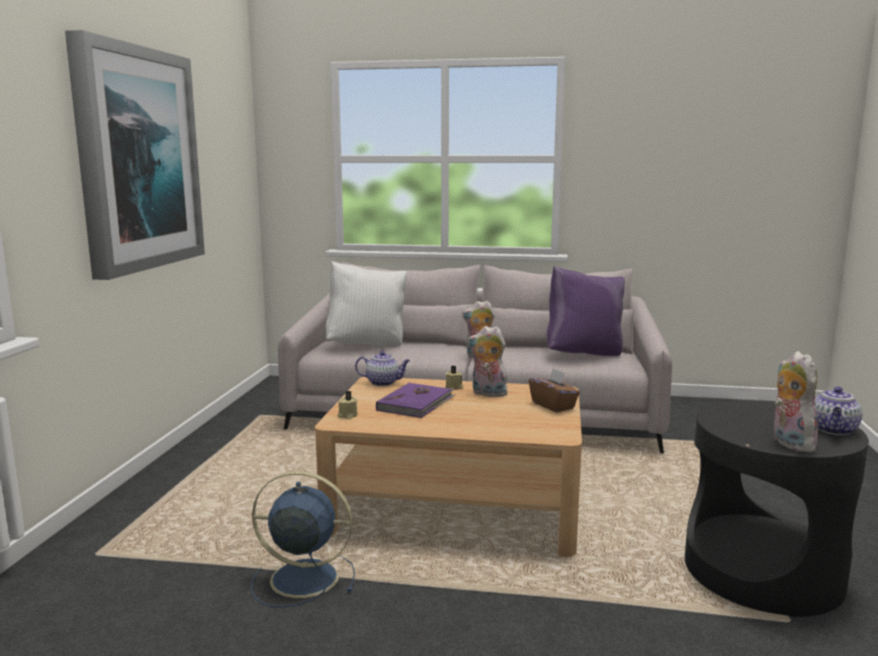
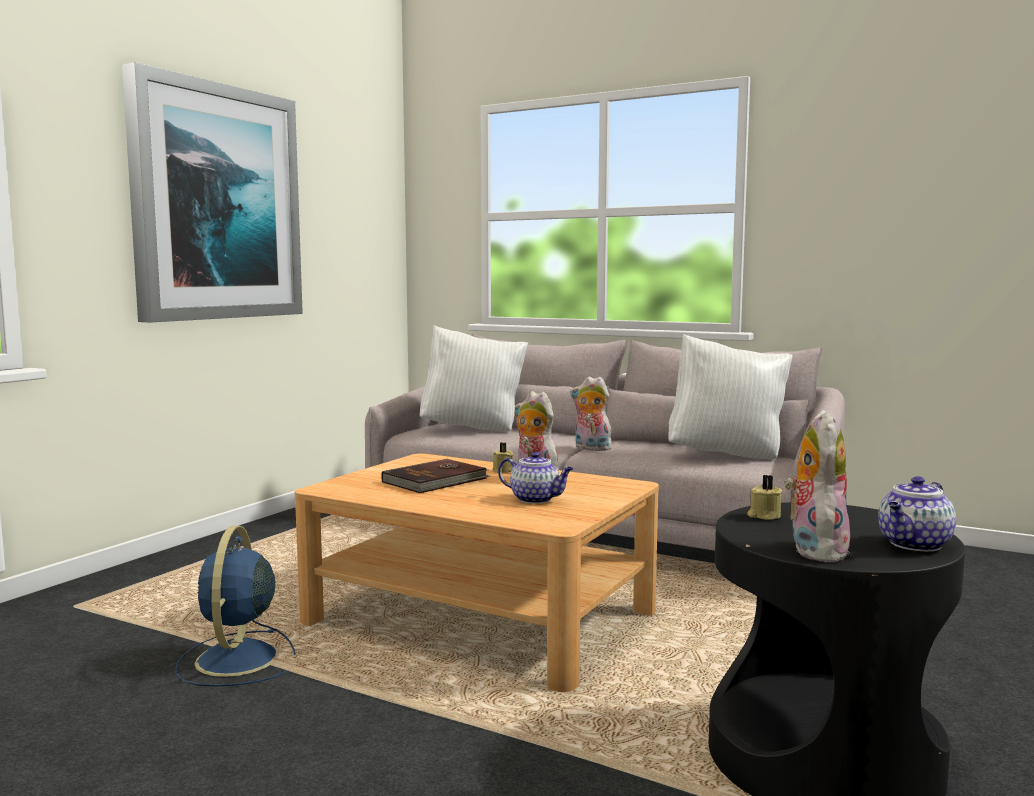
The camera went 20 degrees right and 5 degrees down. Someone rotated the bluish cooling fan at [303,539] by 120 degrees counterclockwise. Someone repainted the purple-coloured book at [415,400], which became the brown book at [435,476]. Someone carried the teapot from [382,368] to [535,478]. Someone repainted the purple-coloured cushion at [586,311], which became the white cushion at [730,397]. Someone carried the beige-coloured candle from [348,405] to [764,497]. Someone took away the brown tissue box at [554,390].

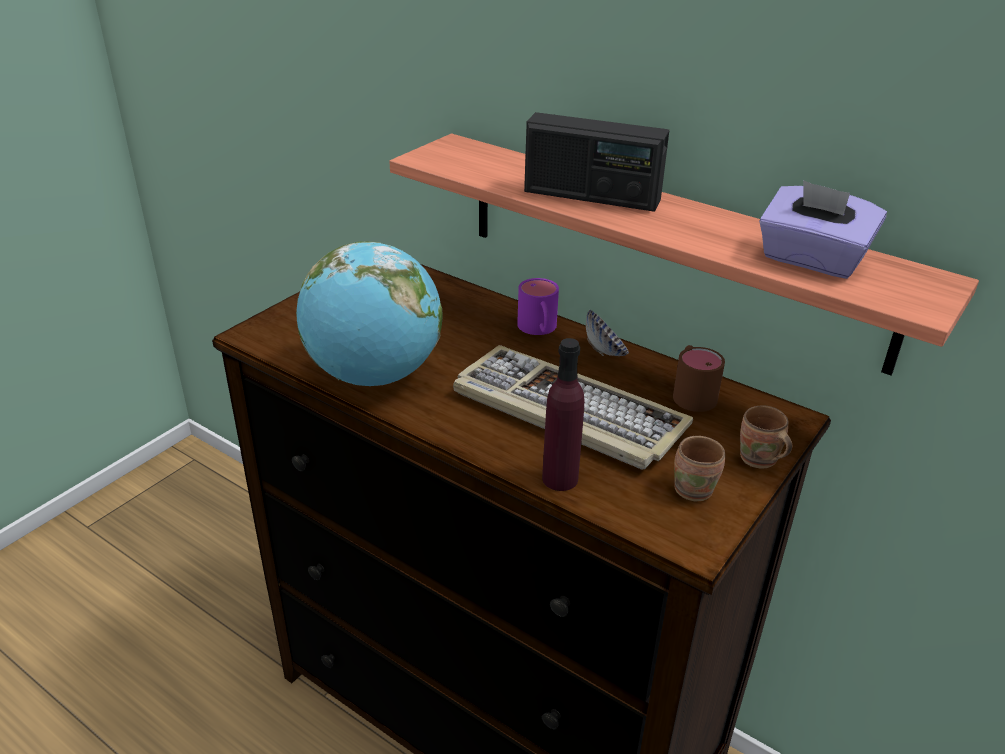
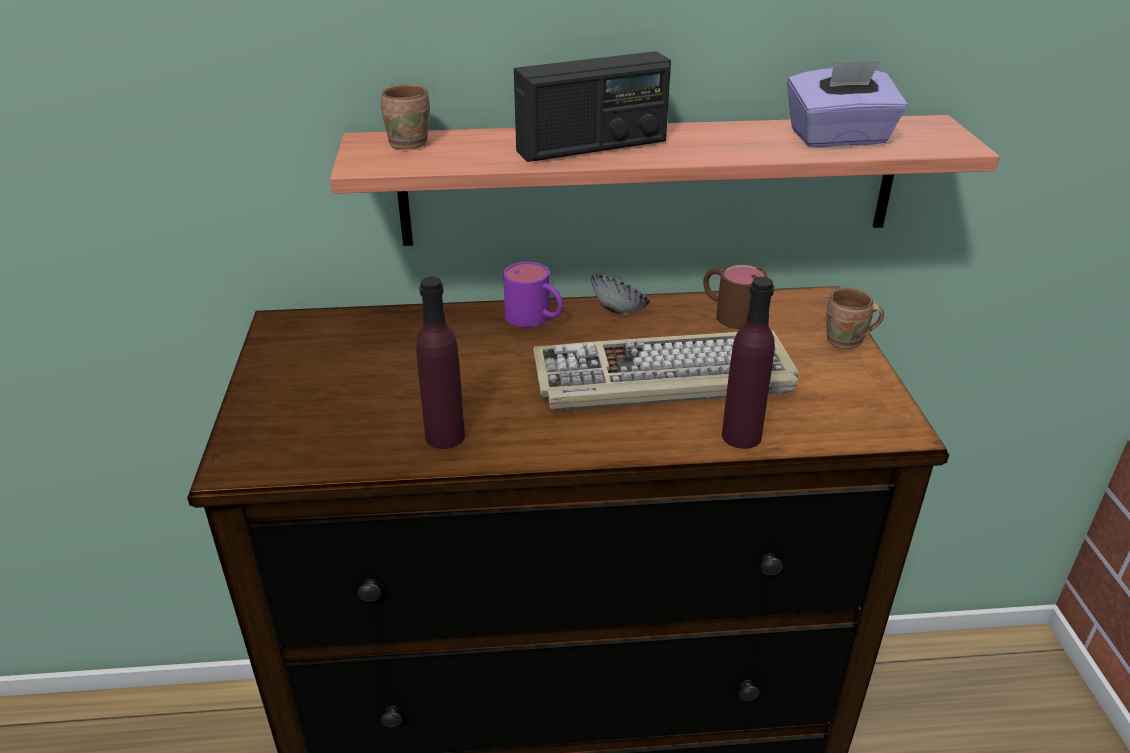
The camera went 40 degrees left and 0 degrees up. Someone carried the brown coffee mug from [699,468] to [405,116]. Someone swapped the desk globe at [369,313] for the purple-coloured bottle at [440,363].

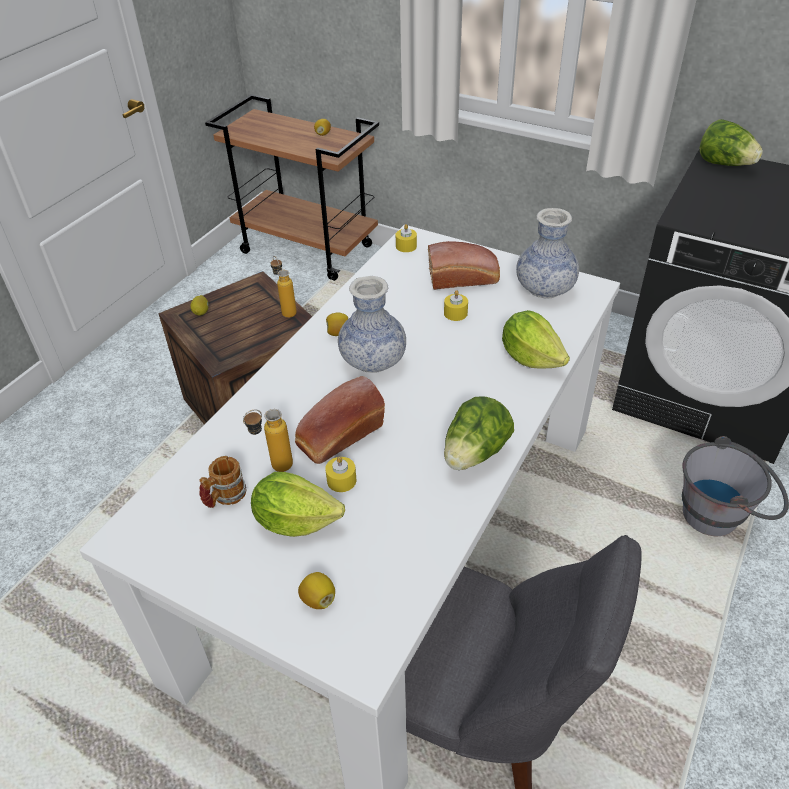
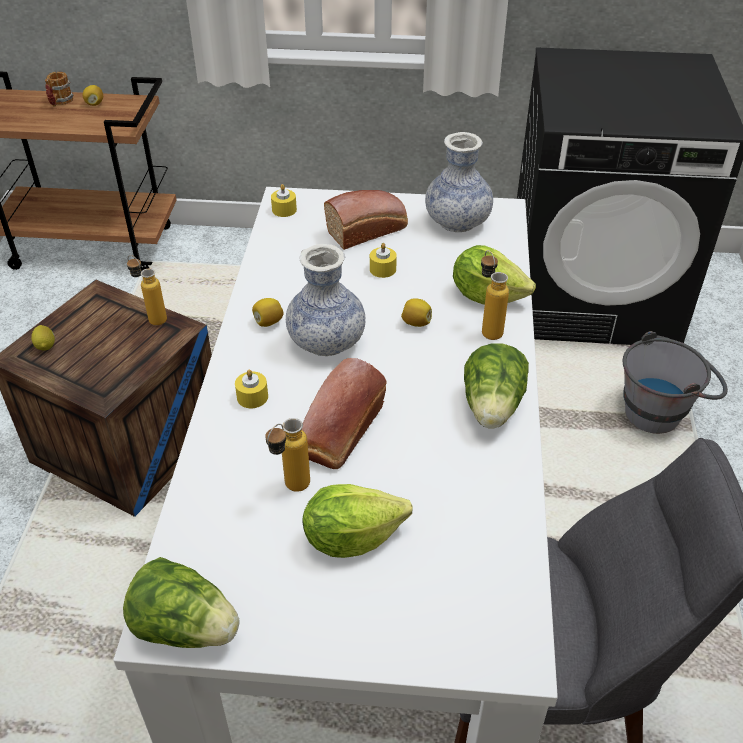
The camera went 25 degrees left and 0 degrees up. Someone carried the coffee mug from [222,482] to [59,89]. Someone carried the lettuce from [731,142] to [181,602]. Someone carried the yellow candle from [340,474] to [251,388]. Someone carried the whole lemon from [316,590] to [416,312]. Someone put down the bottle at [495,295].

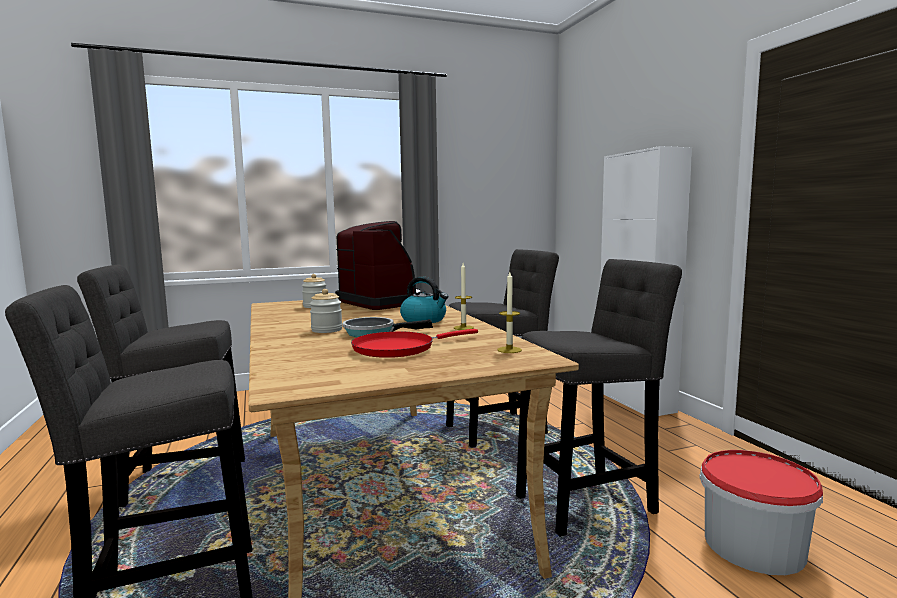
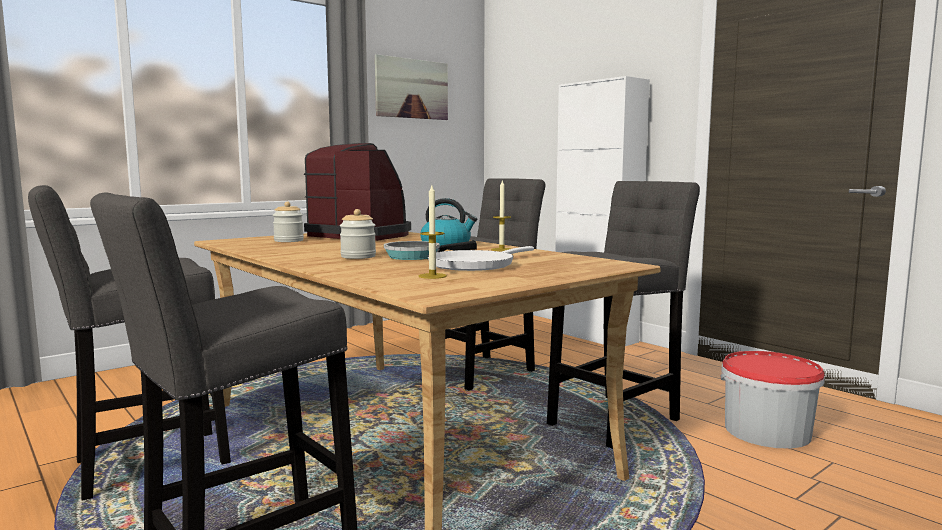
The camera went 20 degrees left and 0 degrees up. Someone put up the wall art at [411,87]. Someone carried the candle from [509,312] to [433,232]. Someone repainted the red frying pan at [414,343], which became the white frying pan at [481,258].

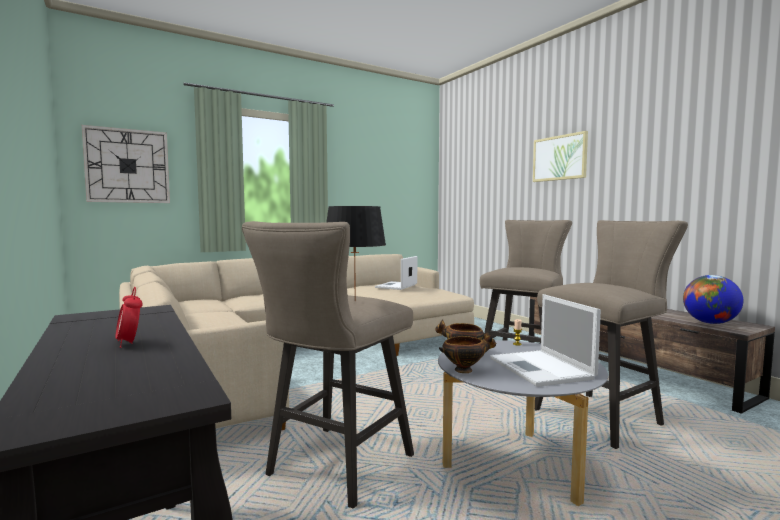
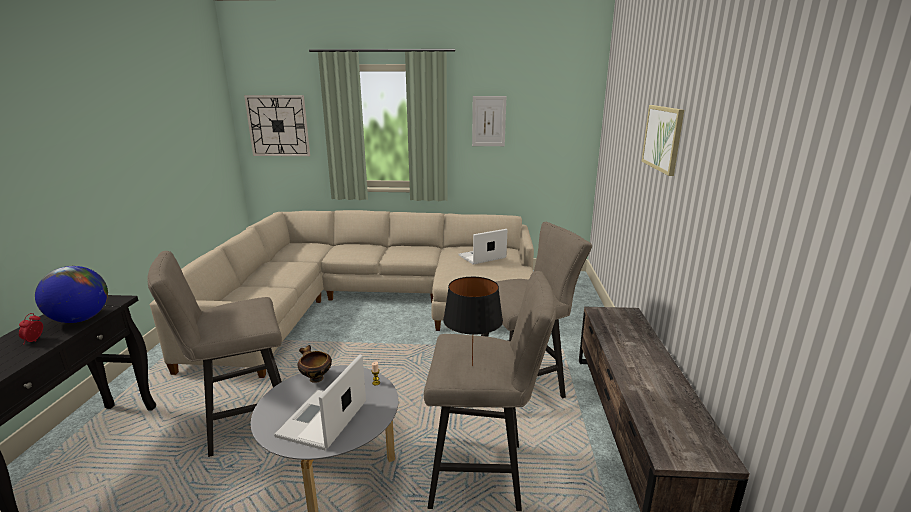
The camera went 35 degrees right and 15 degrees up. Someone carried the desk globe from [713,299] to [71,294]. Someone carried the blackish table lamp from [356,253] to [473,321]. Someone put up the wall art at [489,121]. Someone took away the bowl at [467,352].

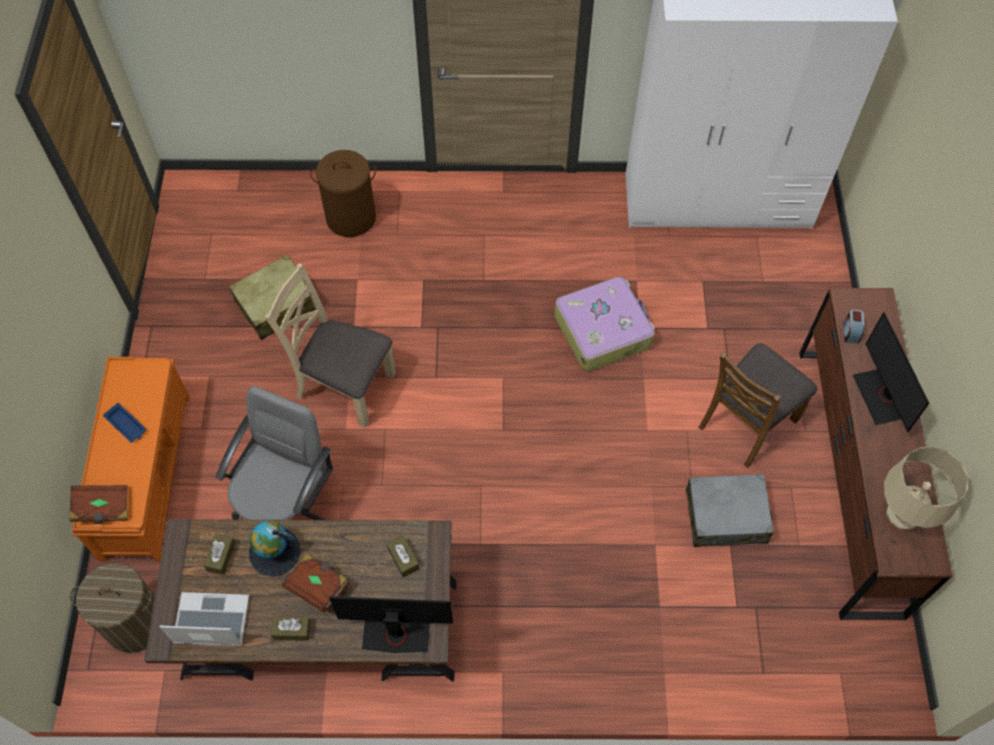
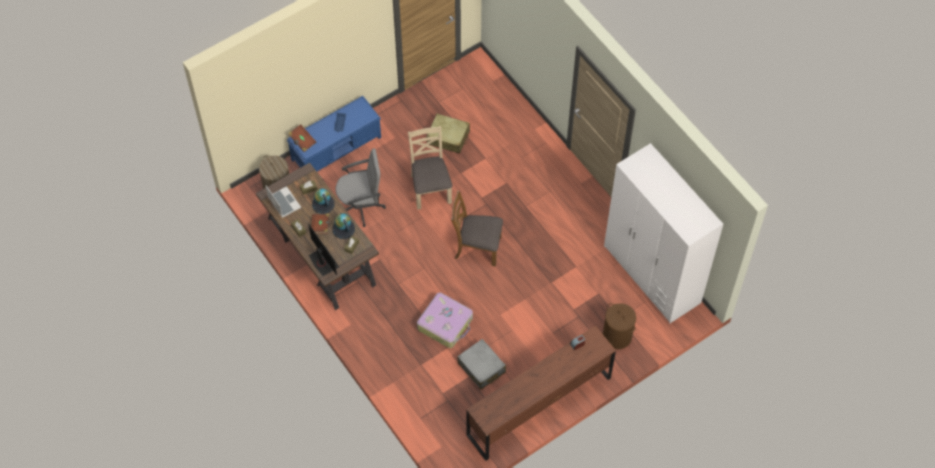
The camera went 55 degrees right and 0 degrees up. Someone repainted the orange indoor bench at [131,459], which became the bluish indoor bench at [334,133]. Someone put down the desk globe at [343,226]. Someone carried the travel case from [605,324] to [445,320]. Someone carried the brown chair from [757,405] to [477,228]. Someone carried the brown laundry basket from [343,193] to [619,326]. Someone took away the computer display at [891,372]. Someone took away the beige-coloured table lamp at [926,488].

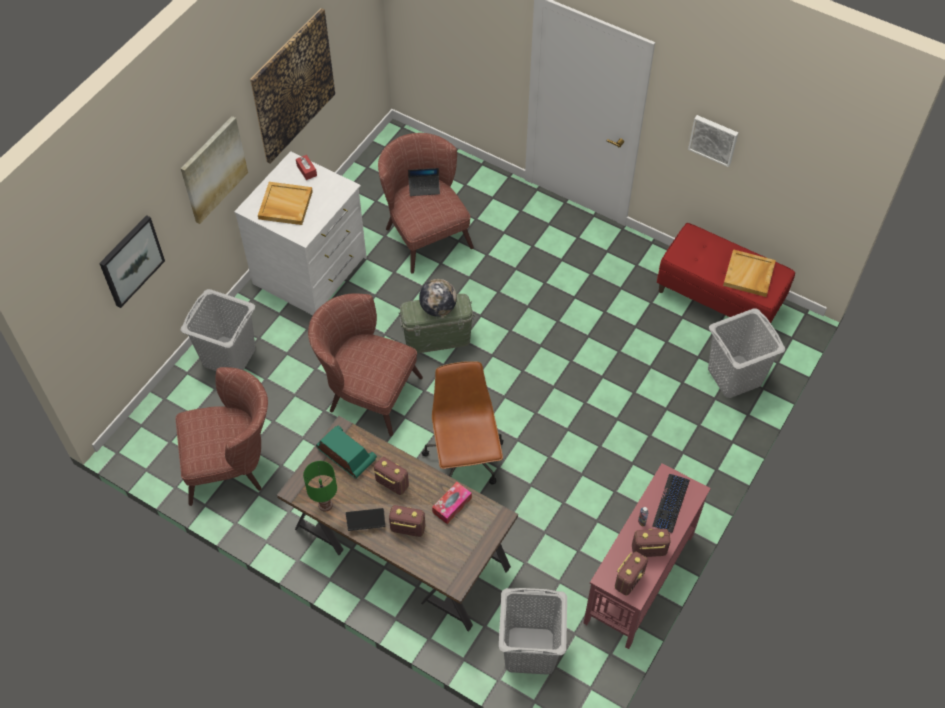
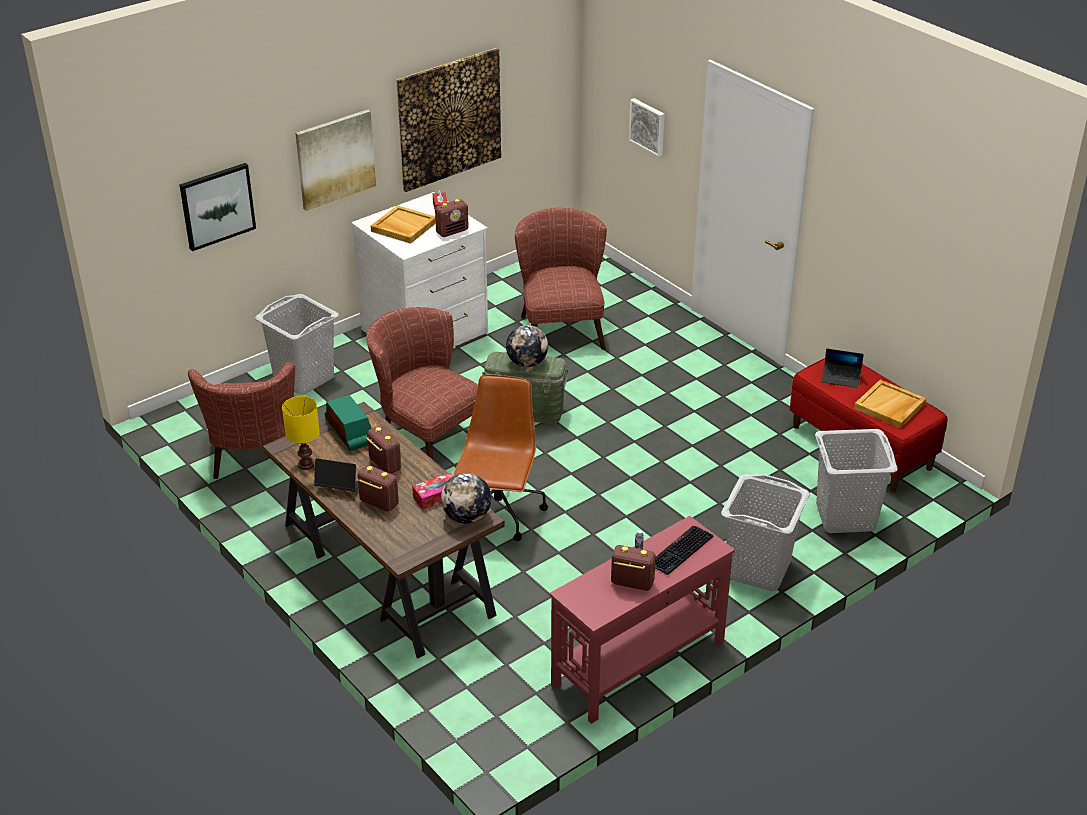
The camera went 20 degrees right and 20 degrees down. Someone rotated the brown armchair at [222,436] by 75 degrees clockwise. Someone repainted the greenish table lamp at [320,486], which became the yellow table lamp at [301,433]. Someone carried the radio set from [631,573] to [452,218]. Someone put down the desk globe at [466,498]. Someone carried the wall art from [713,141] to [647,127]. Someone carried the greyish laundry basket from [533,631] to [765,532]. Someone carried the laptop from [424,182] to [842,368].

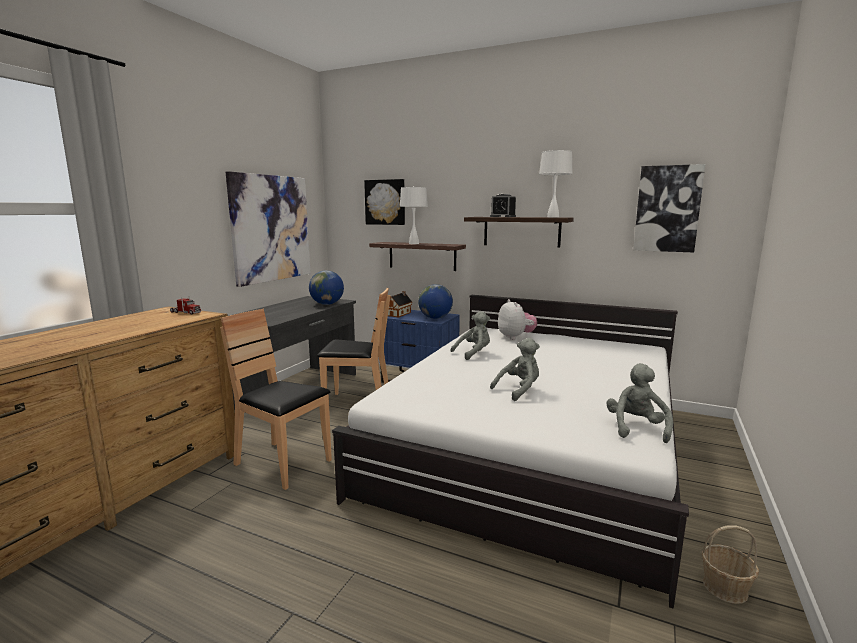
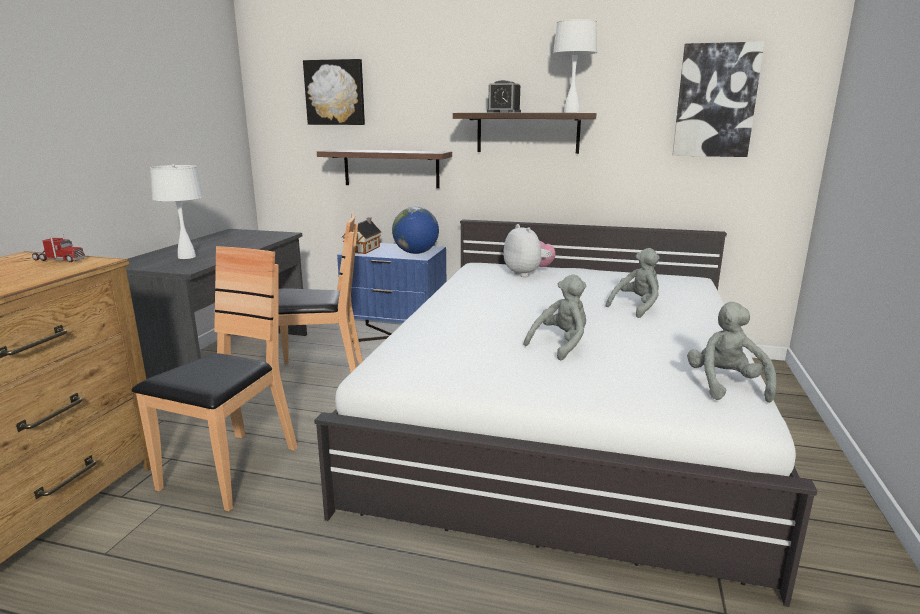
The camera went 10 degrees left and 5 degrees up. Someone rotated the brown chair at [276,399] by 90 degrees clockwise. Someone carried the white table lamp from [414,215] to [177,211]. Someone carried the greyish soft toy from [470,335] to [633,283]. Someone took away the wall art at [268,229]. Someone took away the desk globe at [326,287]. Someone took away the storage basket at [730,564].

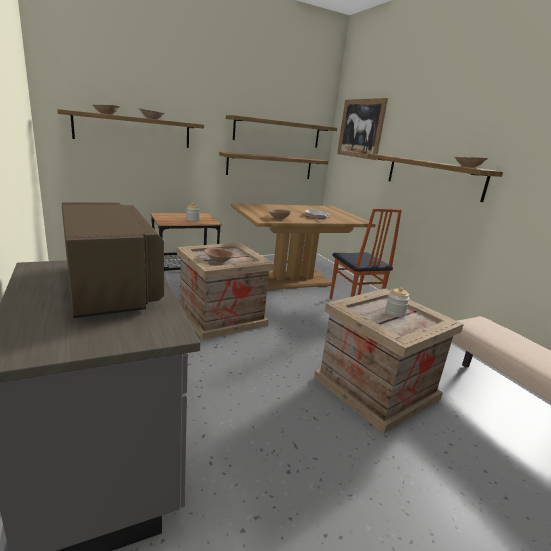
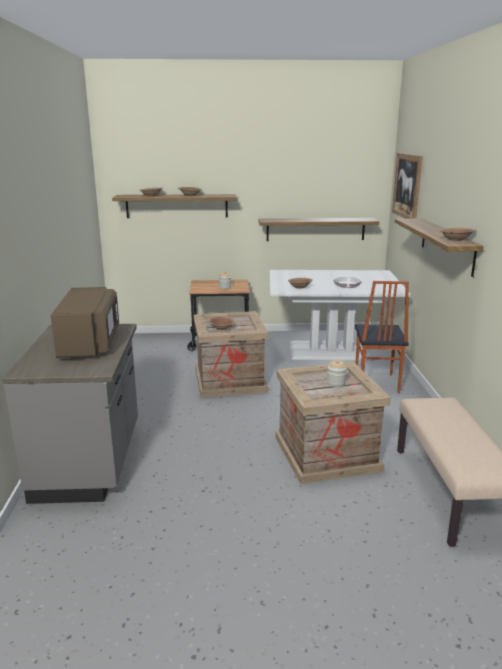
The camera went 25 degrees right and 0 degrees up. Someone repainted the brown dinner table at [303,246], which became the white dinner table at [340,315]. Someone took away the bracket shelf at [281,131].

